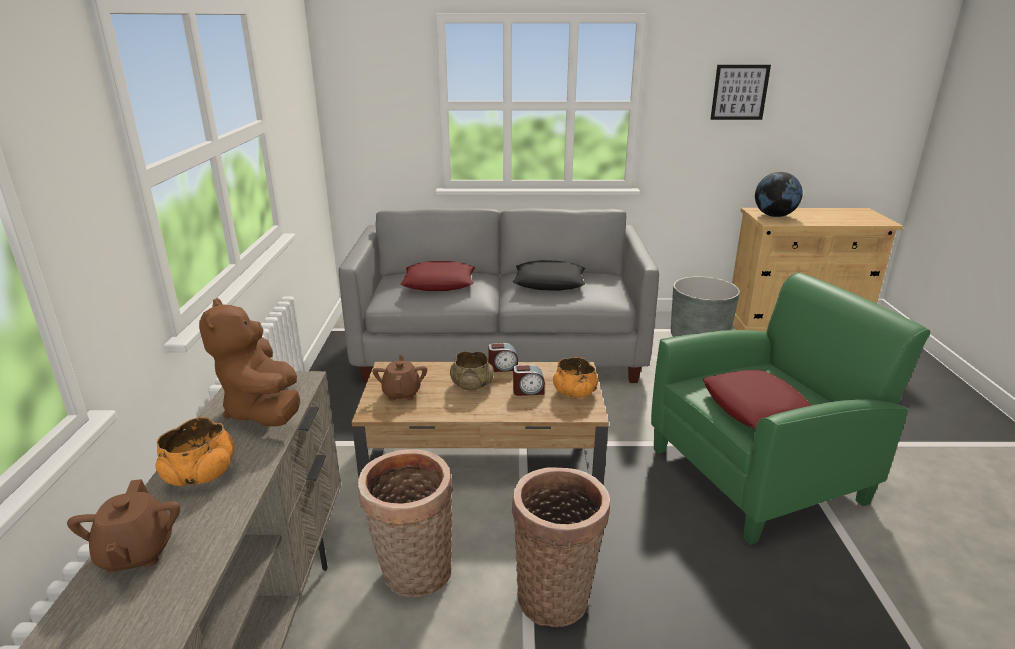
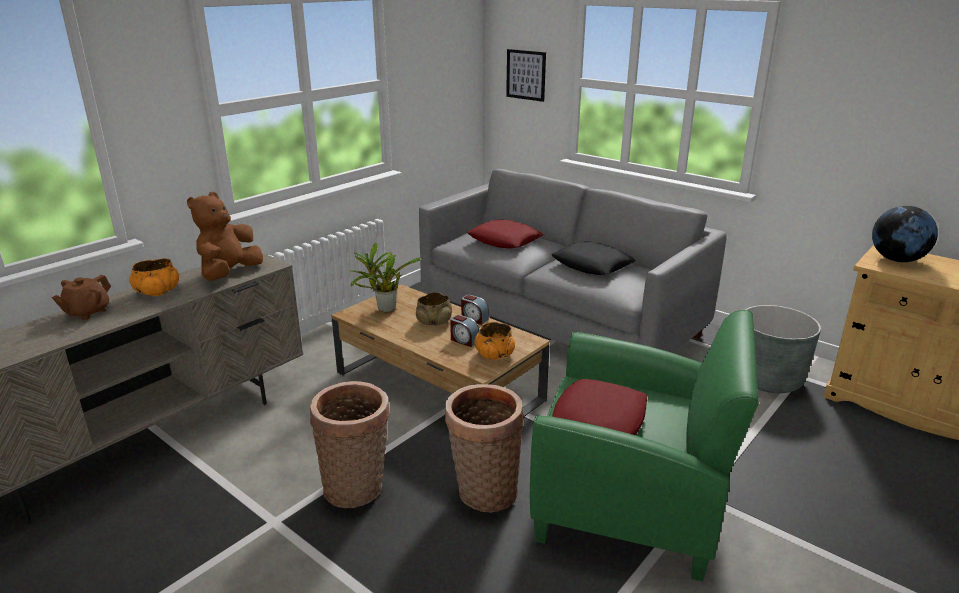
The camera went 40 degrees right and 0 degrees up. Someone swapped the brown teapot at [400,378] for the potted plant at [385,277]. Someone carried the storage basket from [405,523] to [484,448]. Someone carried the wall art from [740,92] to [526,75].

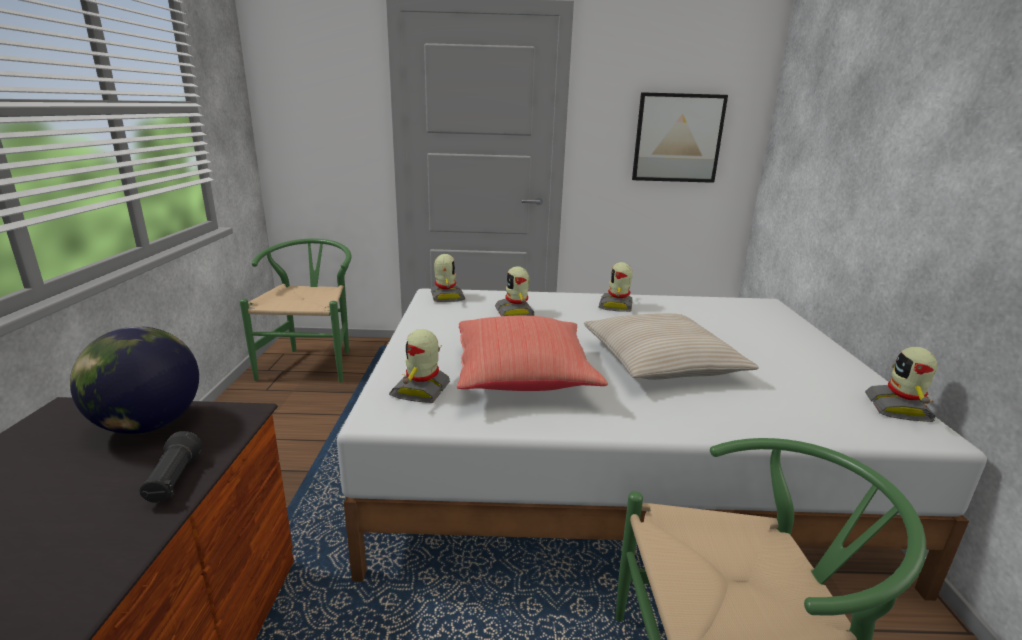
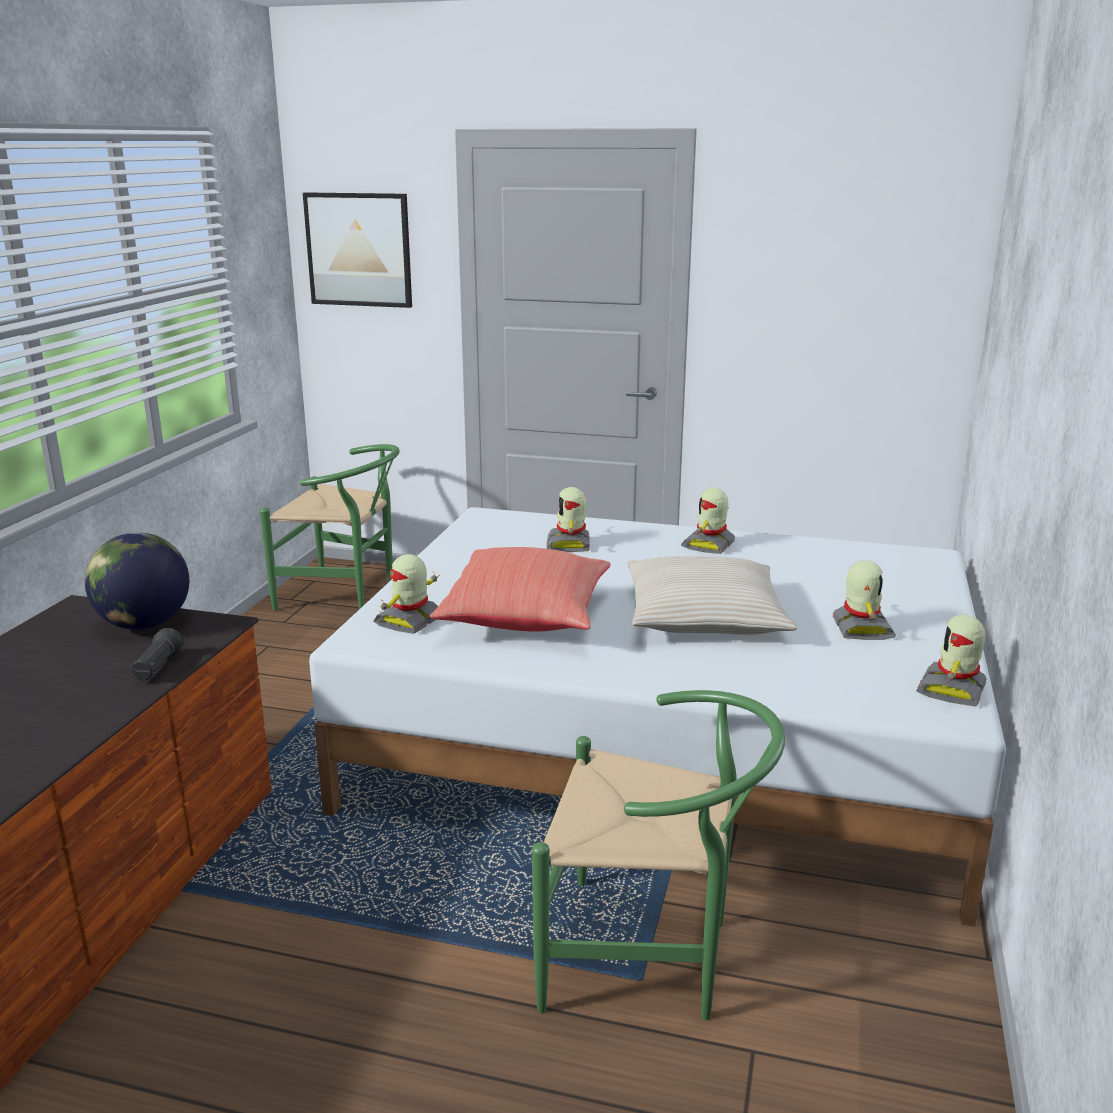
The camera went 15 degrees right and 0 degrees up. Someone rotated the greenish chair at [296,310] by 90 degrees clockwise. Someone carried the wall art from [680,137] to [357,250]. Someone carried the toy robot from [448,278] to [864,600].

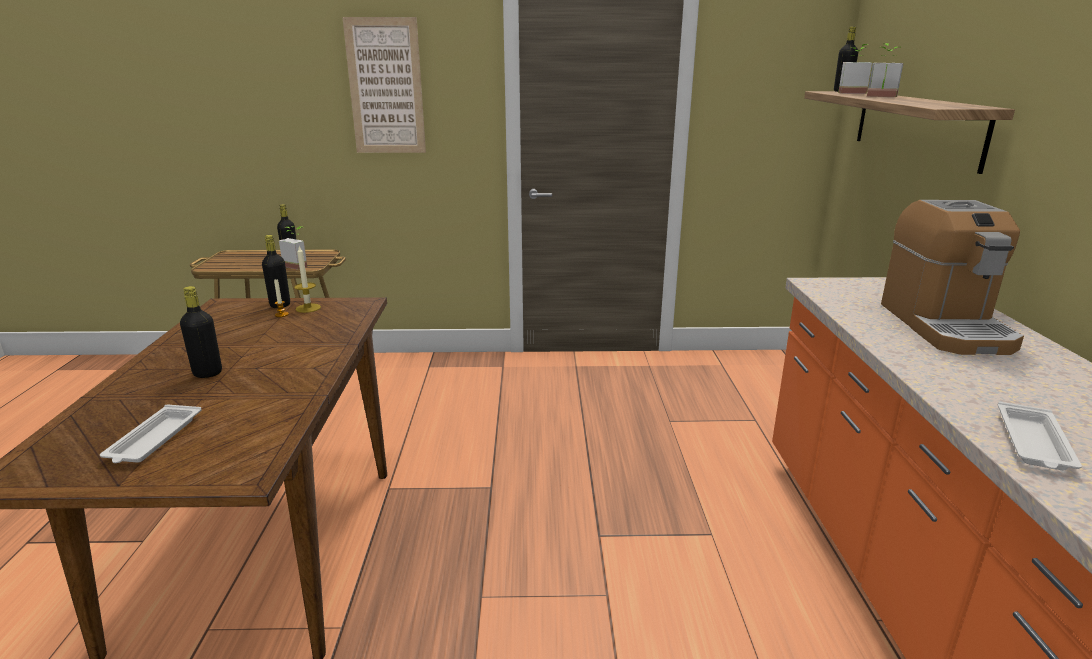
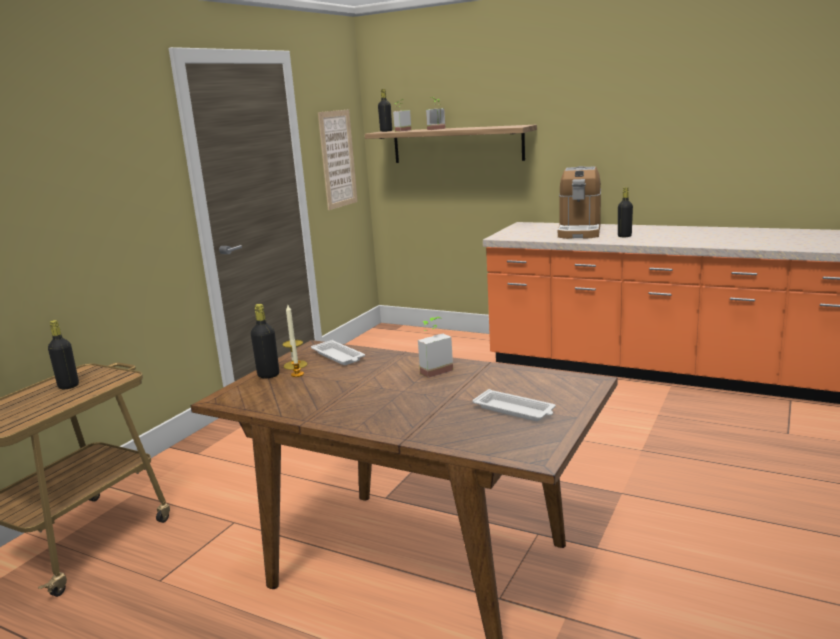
The camera went 60 degrees left and 5 degrees down. Someone carried the white carrying tray from [1040,436] to [338,352]. Someone carried the wall art from [384,85] to [338,159]. Someone carried the potted plant from [293,248] to [435,347]. Someone rotated the coffee machine at [952,277] by 75 degrees clockwise. Someone carried the blackish bottle from [201,332] to [625,212].

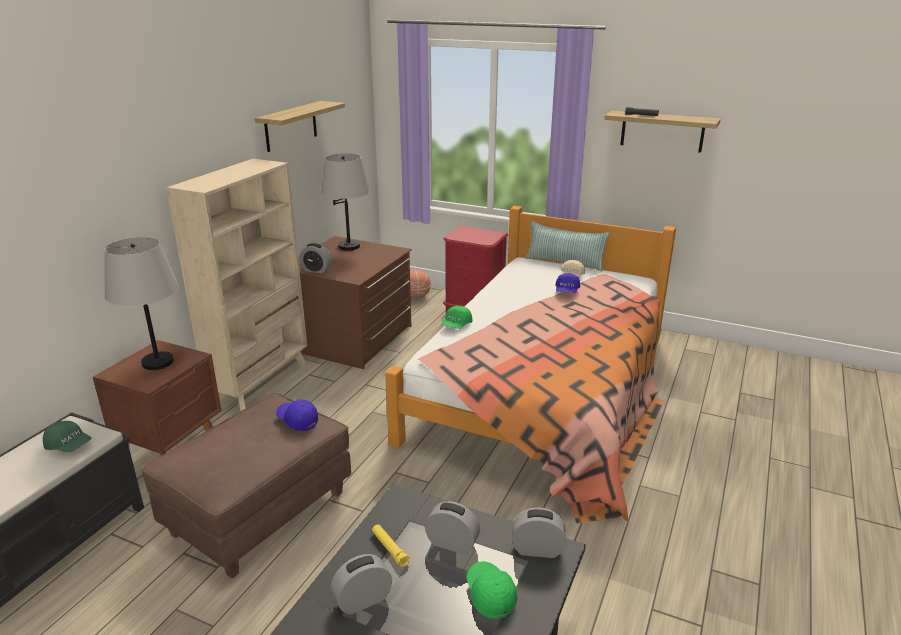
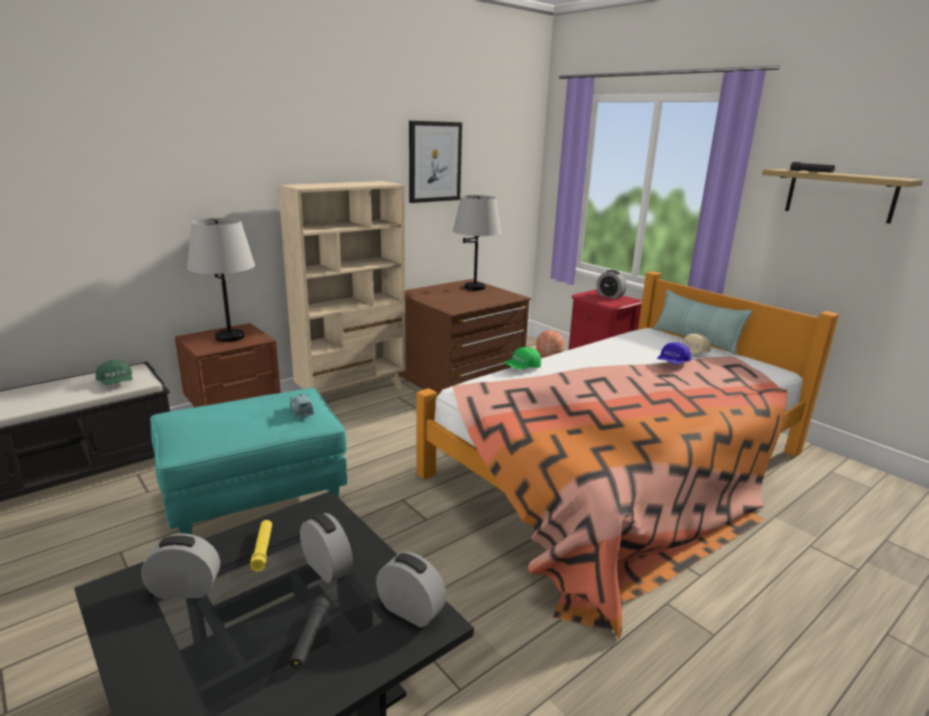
The camera went 25 degrees right and 5 degrees down. Someone repainted the brown footrest at [246,485], which became the turquoise footrest at [248,460]. Someone swapped the greenish baseball cap at [492,590] for the blackish torch at [309,633]. Someone swapped the bluish baseball cap at [297,415] for the bluish toy car at [302,405]. Someone swapped the bracket shelf at [300,126] for the wall art at [435,162]. Someone carried the bedside clock from [315,258] to [612,284].

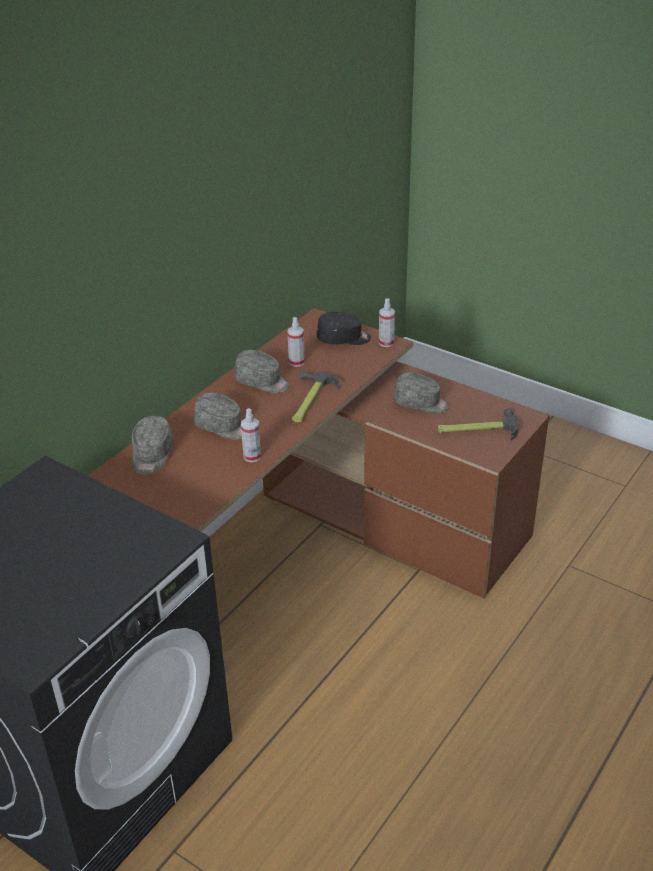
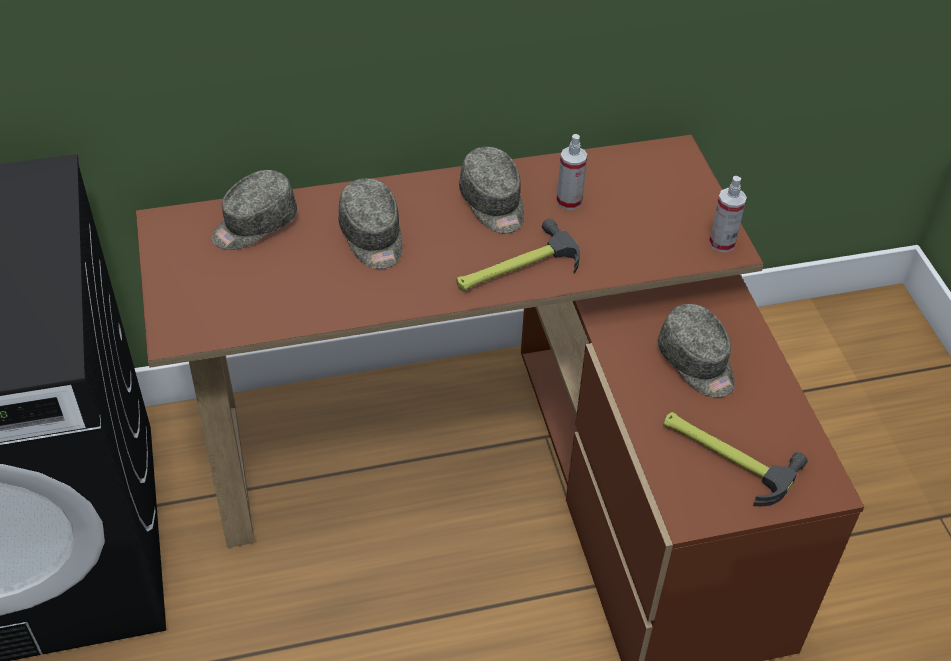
The camera went 40 degrees right and 10 degrees up. Someone took away the sprayer at [251,435]. Someone took away the blackish baseball cap at [344,328].

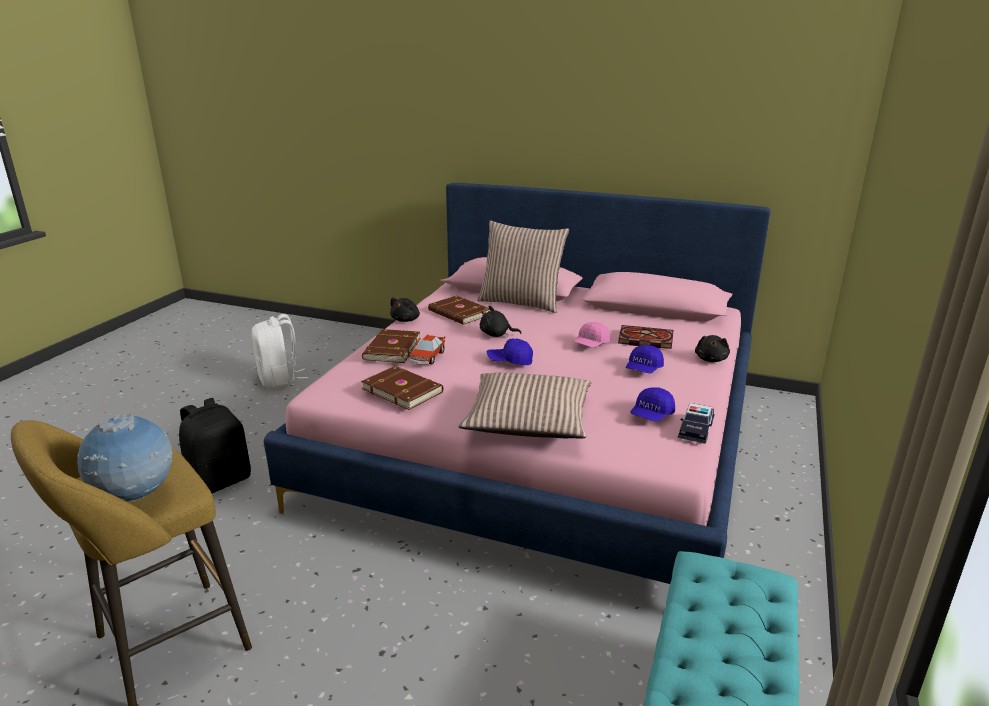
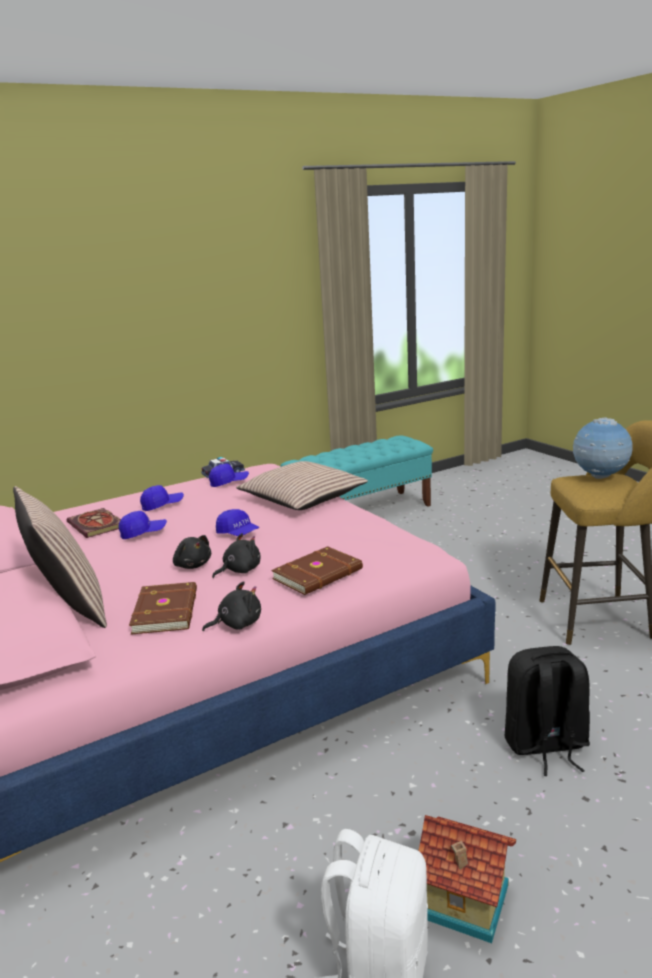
The camera went 140 degrees left and 5 degrees down. Someone repainted the pinkish baseball cap at [591,334], which became the bluish baseball cap at [143,525]. Someone carried the blackish soft toy from [712,348] to [236,555]. Someone put down the miniature house at [467,879]. Someone took away the brown book at [402,388]. Someone took away the toy car at [427,349].

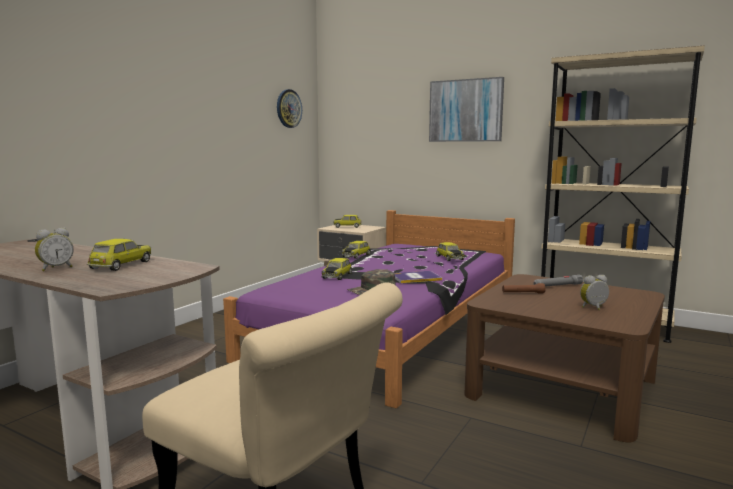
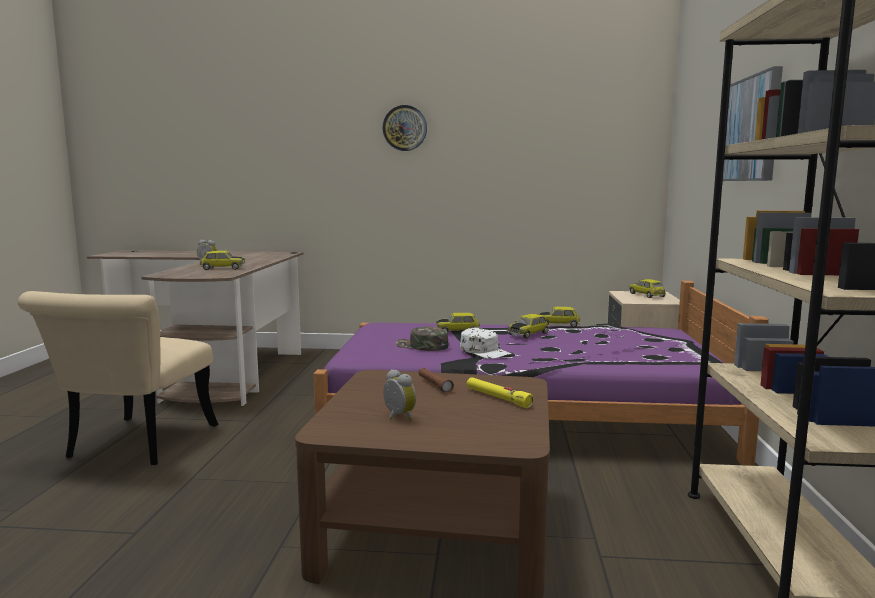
The camera went 65 degrees right and 0 degrees up. Someone carried the wall clock from [289,108] to [405,128]. Someone swapped the book at [418,277] for the white baseball cap at [486,343]. Someone repainted the greyish torch at [558,281], which became the yellow torch at [500,392]. Someone carried the toy car from [450,251] to [528,326].

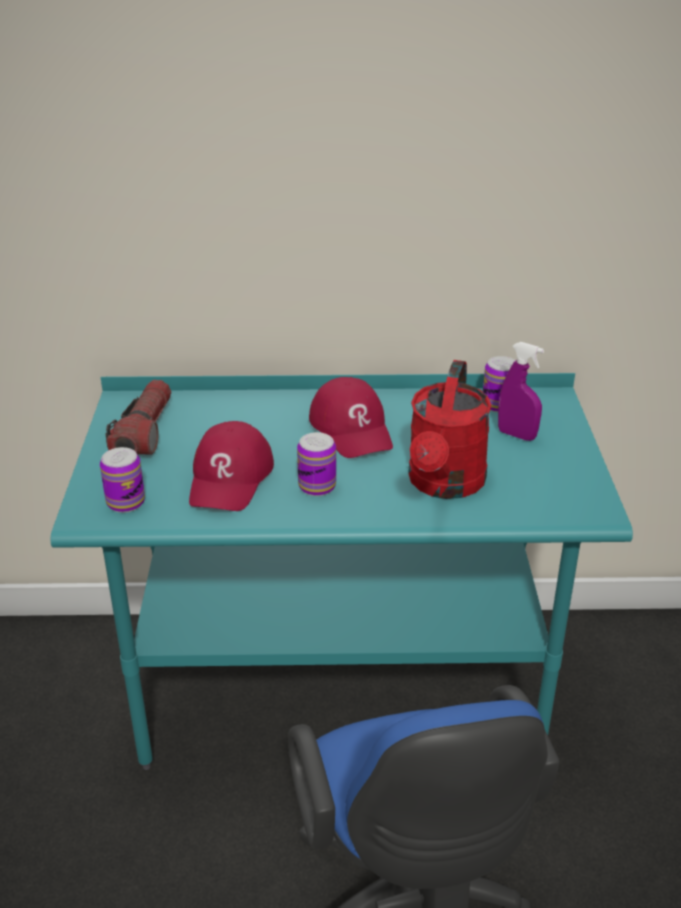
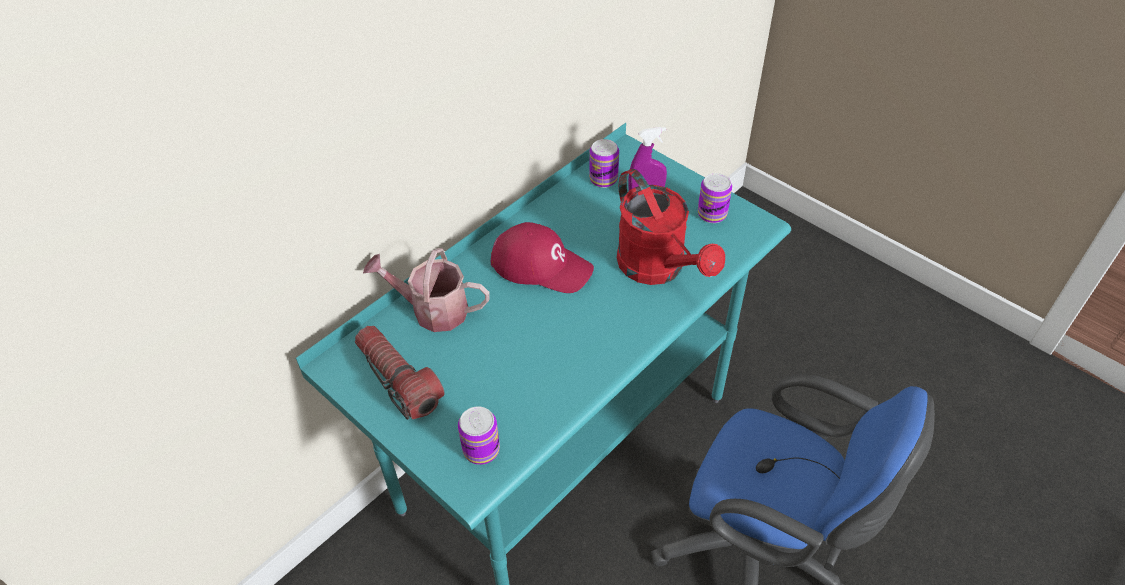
The camera went 45 degrees left and 15 degrees up. Someone put down the watering can at [426,290]. Someone carried the can from [316,464] to [715,198]. Someone took away the red baseball cap at [231,466].

